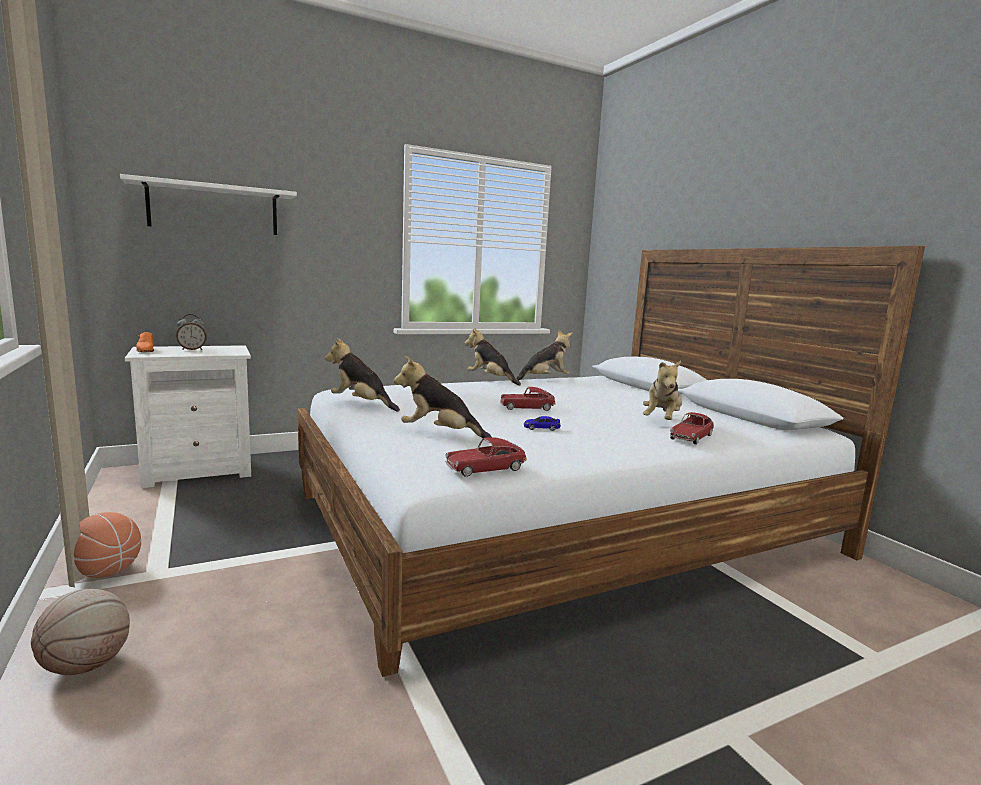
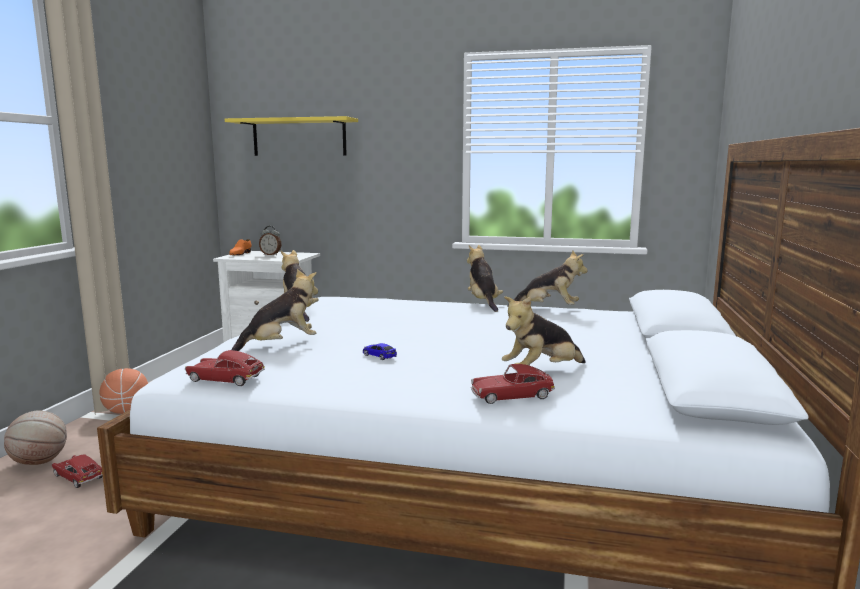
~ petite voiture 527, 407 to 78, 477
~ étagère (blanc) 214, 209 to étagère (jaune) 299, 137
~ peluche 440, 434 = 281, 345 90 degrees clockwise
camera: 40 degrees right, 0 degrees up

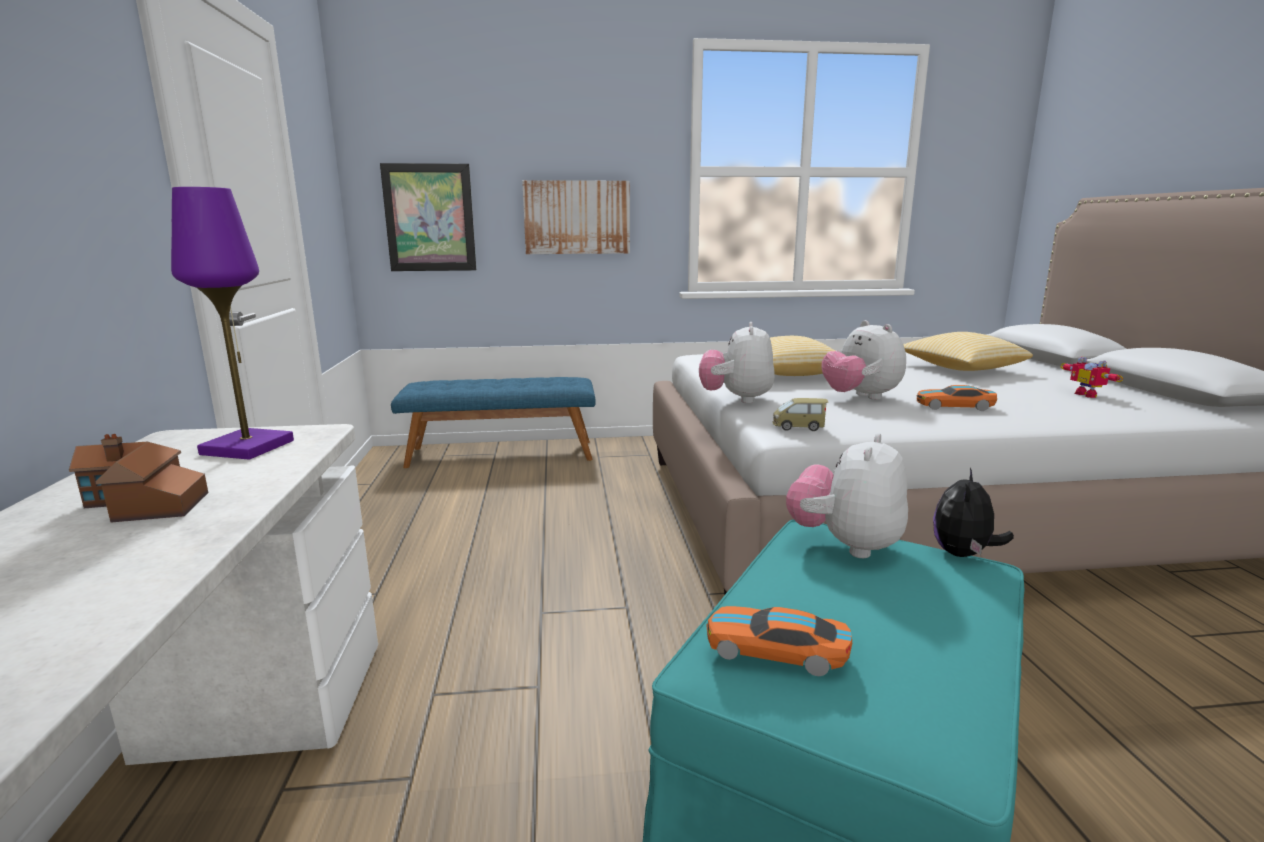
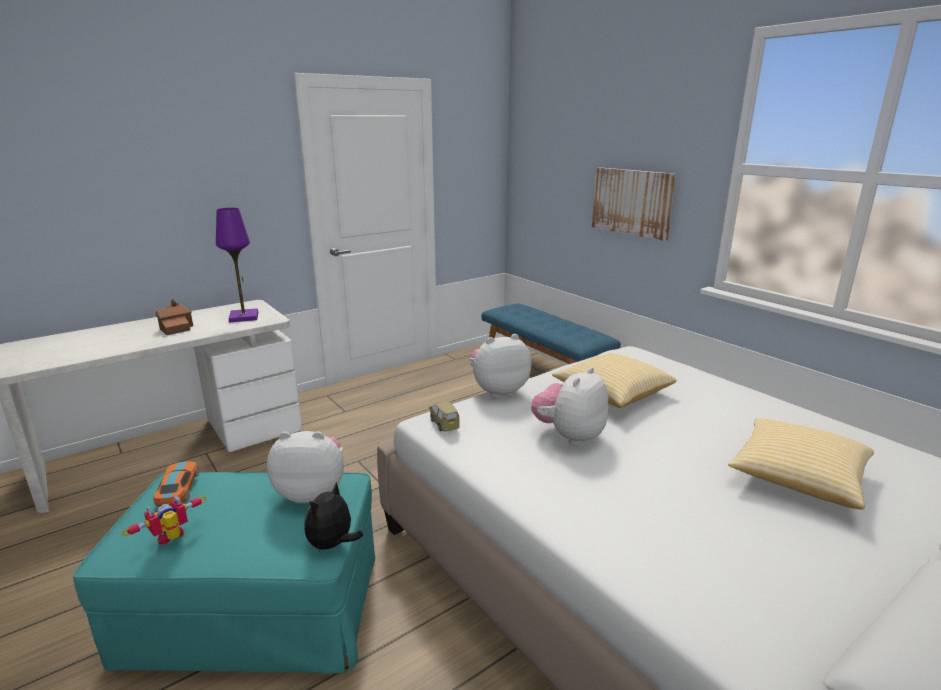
- tableau 429, 218
- petite voiture 954, 406
~ robot jouet 1088, 395 to 172, 539
~ peluche 963, 554 = 332, 545 60 degrees counterclockwise
camera: 60 degrees right, 5 degrees up

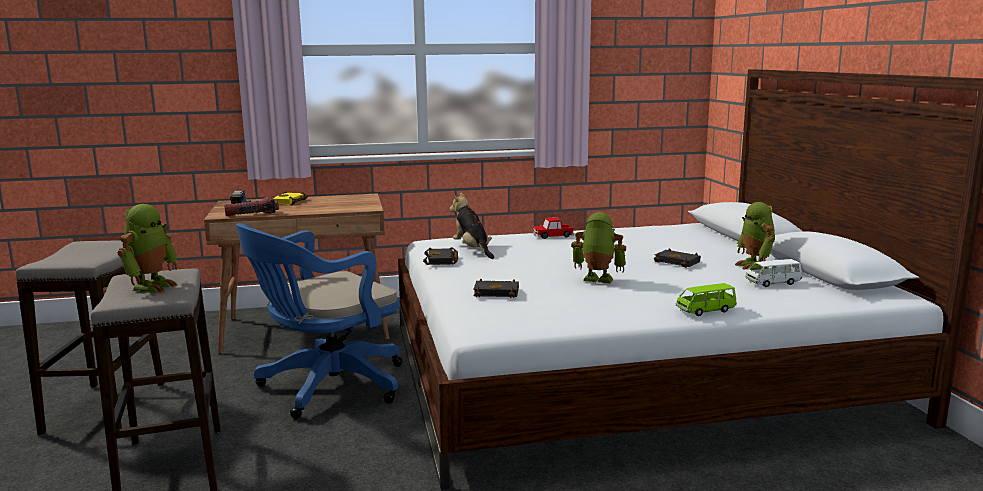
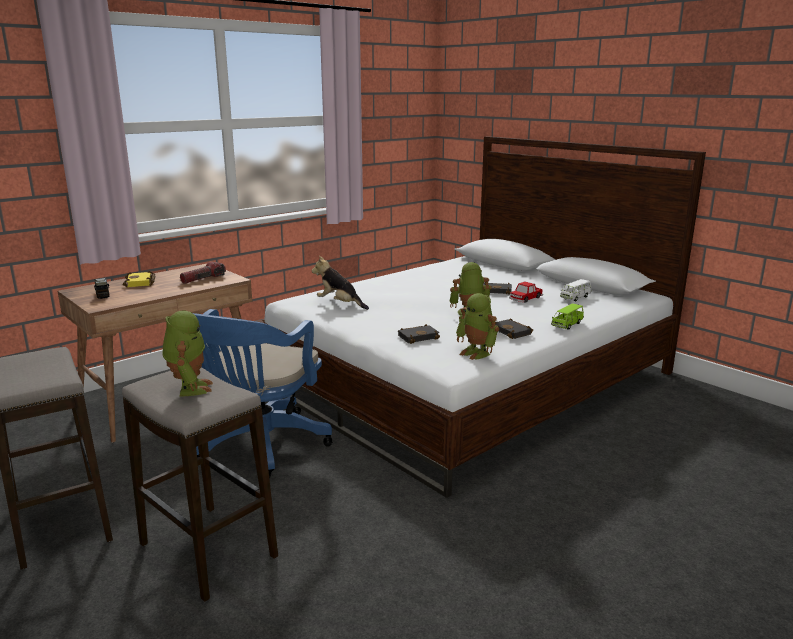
~ lampe de poche 252, 214 to 203, 279
~ livre (noir) 442, 260 to 512, 332
~ petite voiture 553, 236 to 525, 298
~ robot jouet 755, 266 to 477, 353
camera: 30 degrees left, 5 degrees up

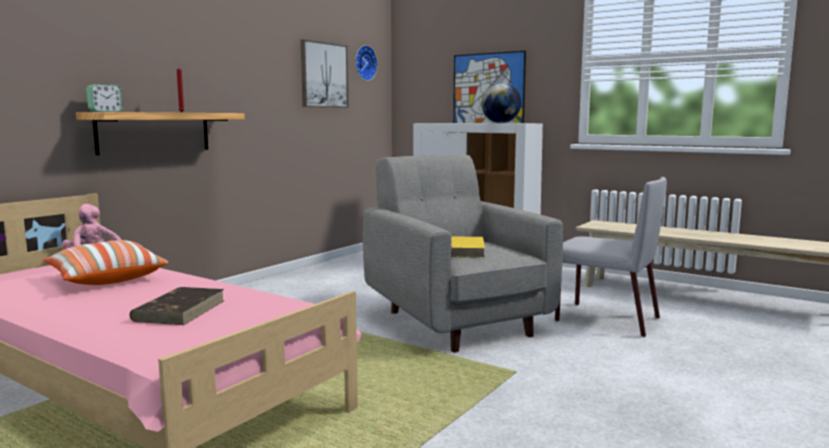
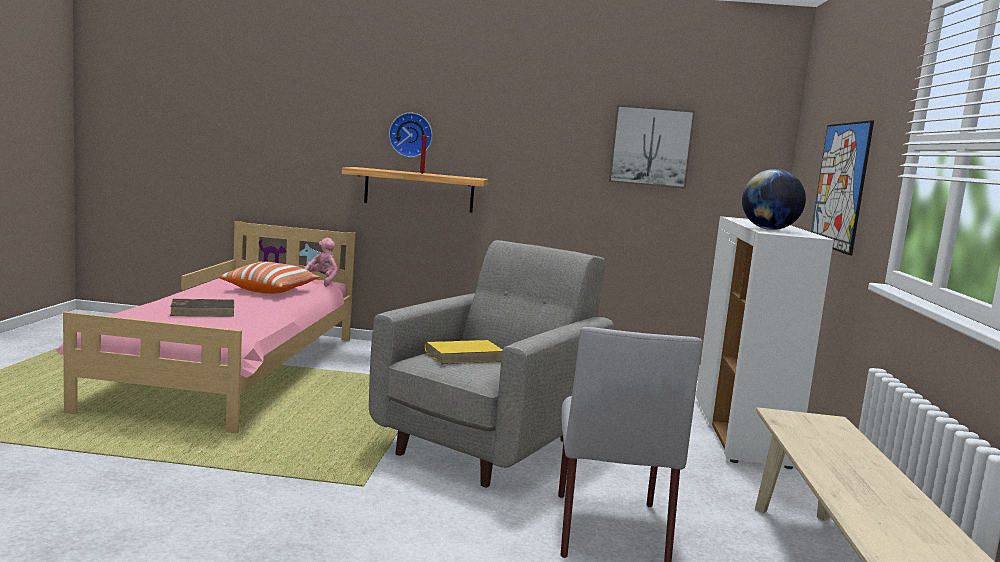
- réveil 105, 111
~ horloge murale 364, 63 to 411, 135
camera: 60 degrees right, 0 degrees up

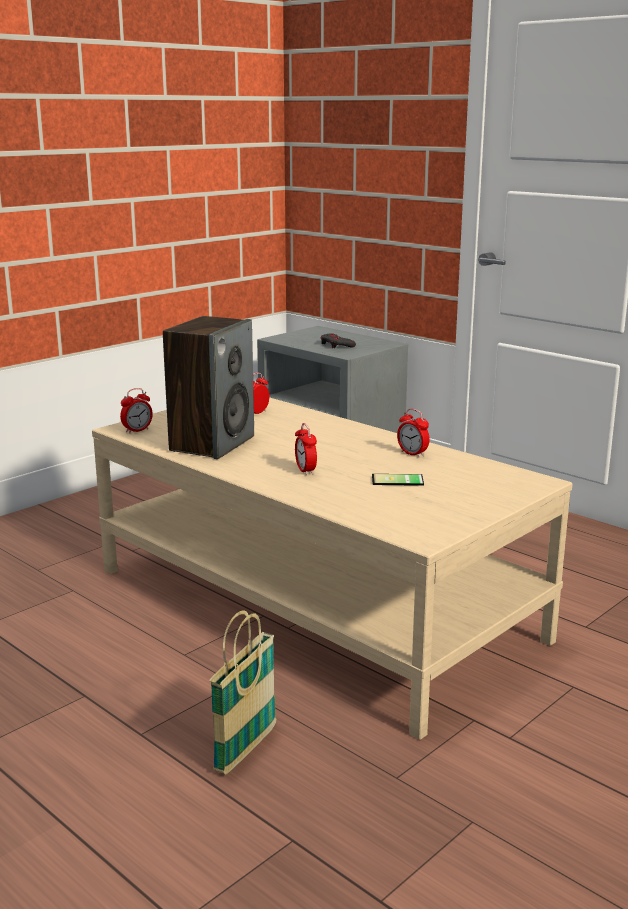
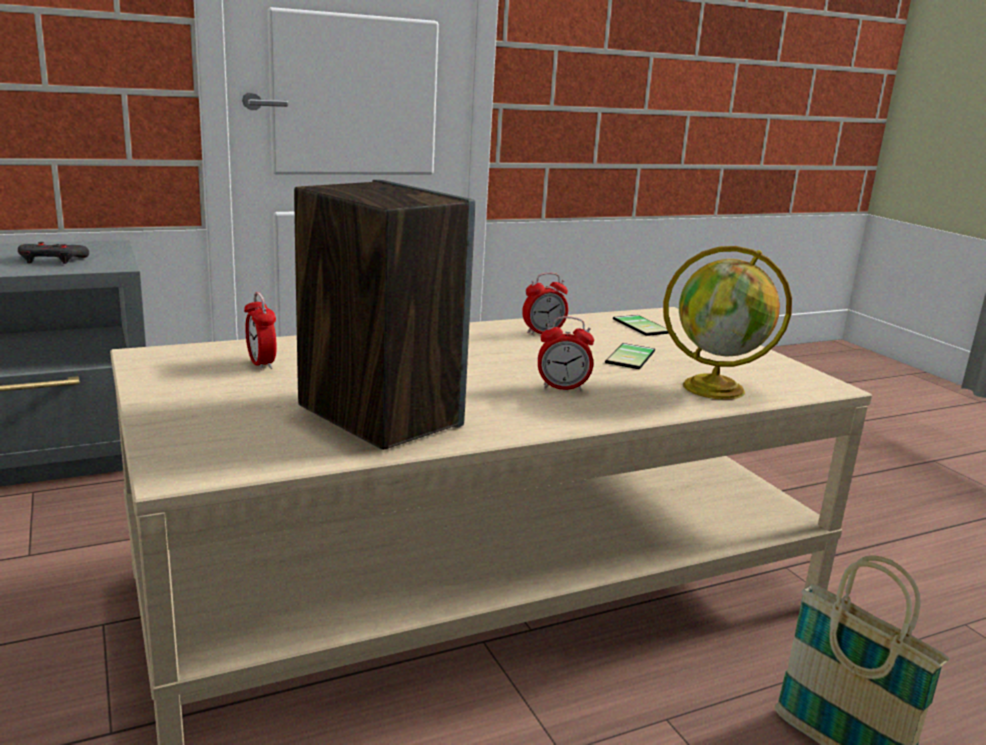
- réveil 137, 430
+ téléphone 644, 325
+ globe 715, 388
camera: 70 degrees left, 0 degrees up

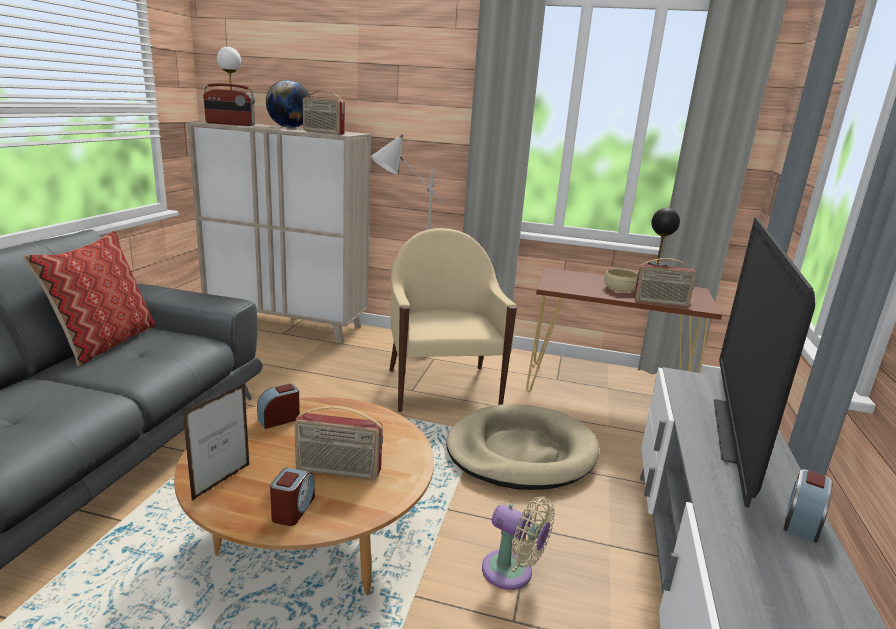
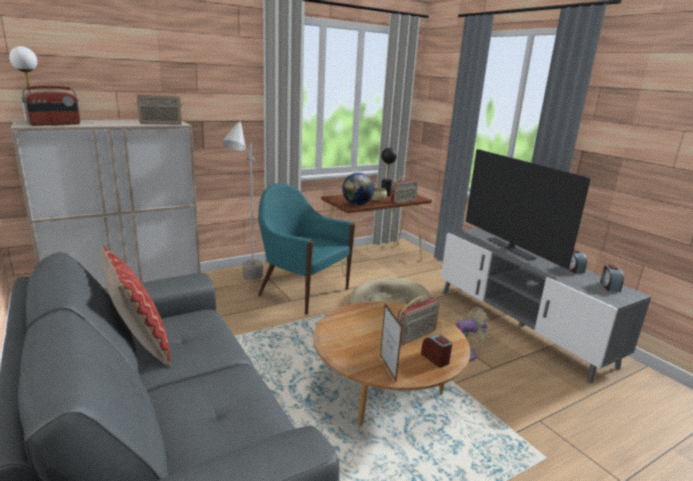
~ réveil 279, 419 to 609, 286
~ globe 289, 127 to 357, 204
~ fauteuil (beige) 442, 387 to fauteuil (turquoise) 302, 291
camera: 45 degrees left, 0 degrees up

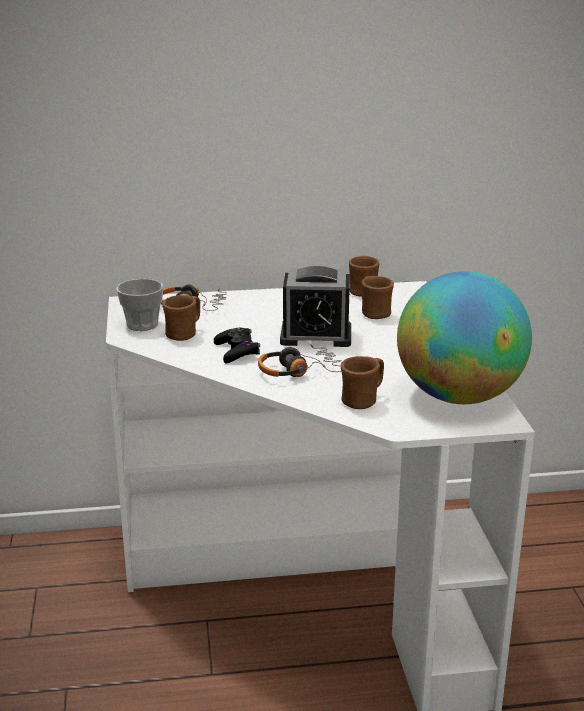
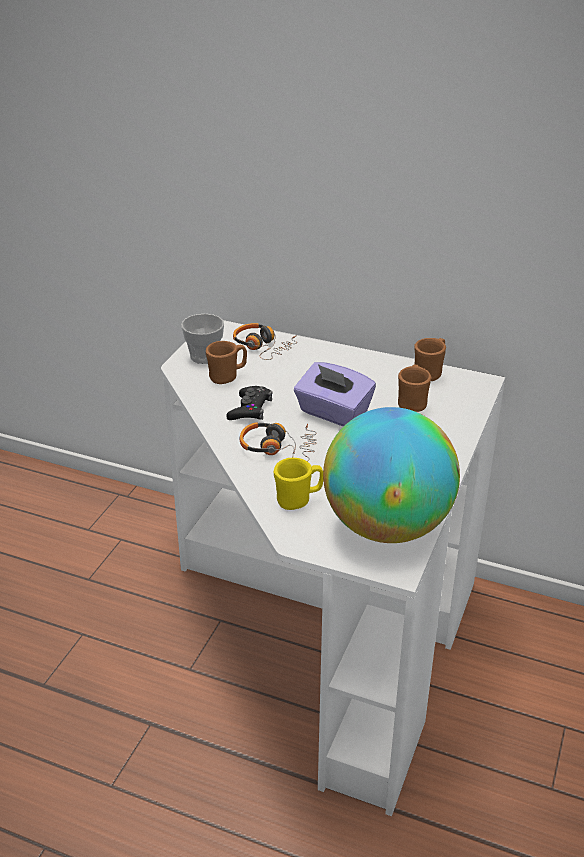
~ réveil 316, 335 to boîte à mouchoirs (violet) 333, 413
~ mug (marron) 363, 400 to mug (jaune) 298, 500
camera: 30 degrees right, 10 degrees up

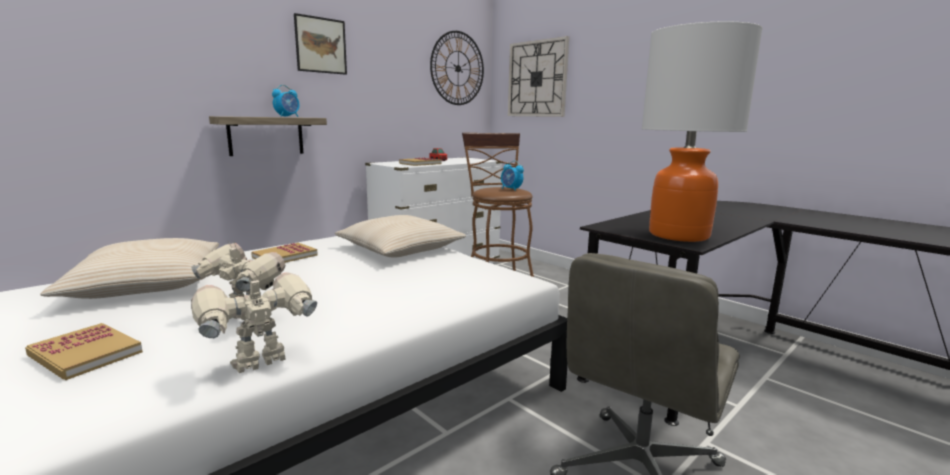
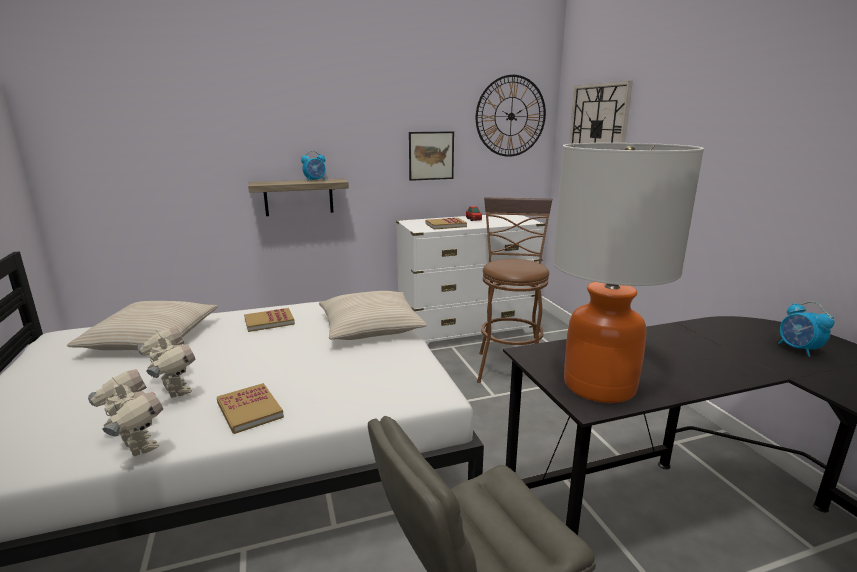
~ livre 85, 354 to 249, 410
~ tableau 321, 45 to 431, 155
~ réveil 511, 189 to 798, 349
~ robot jouet 261, 364 = 136, 447 60 degrees clockwise
camera: 25 degrees right, 5 degrees up

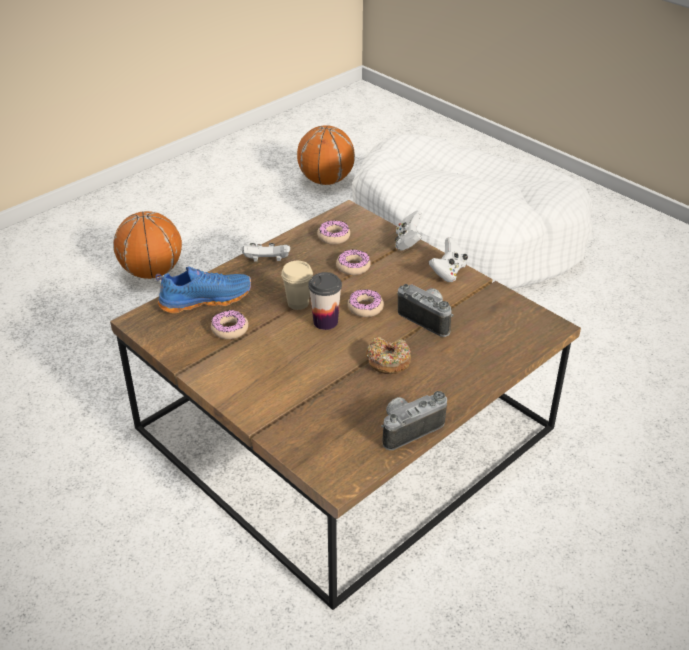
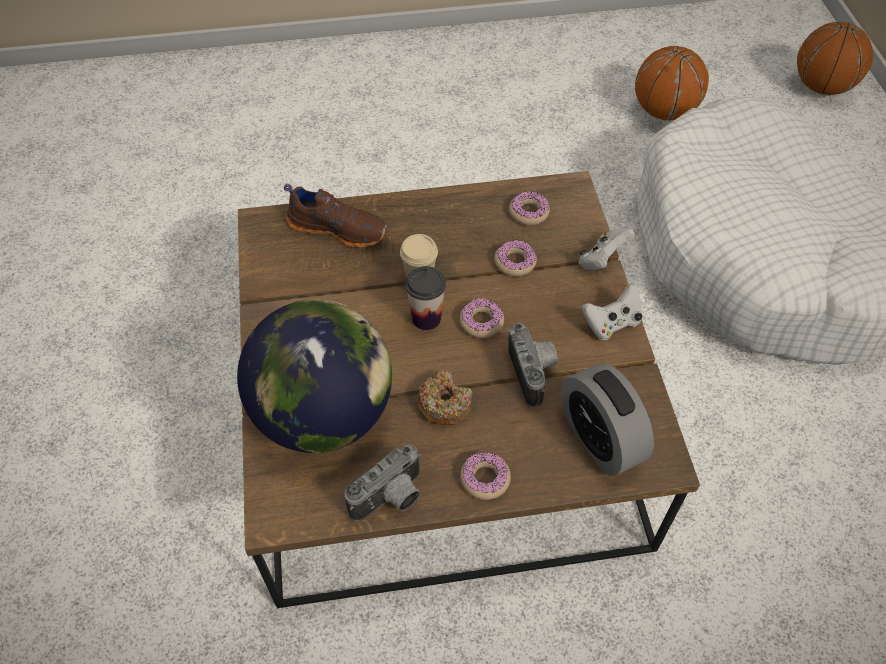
- manette (blanc) 267, 262
+ globe 323, 414
+ réveil 599, 439
~ ballon de basket 152, 272 to 822, 87
~ beignet 230, 329 to 485, 479
~ chaussure (bleu) 205, 299 to chaussure (marron) 338, 228
~ appareil photo 408, 428 = 391, 499 135 degrees clockwise
camera: 35 degrees right, 15 degrees up

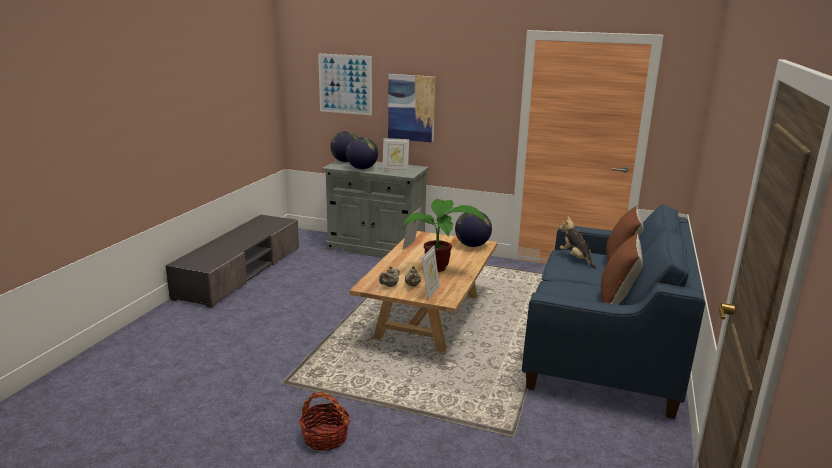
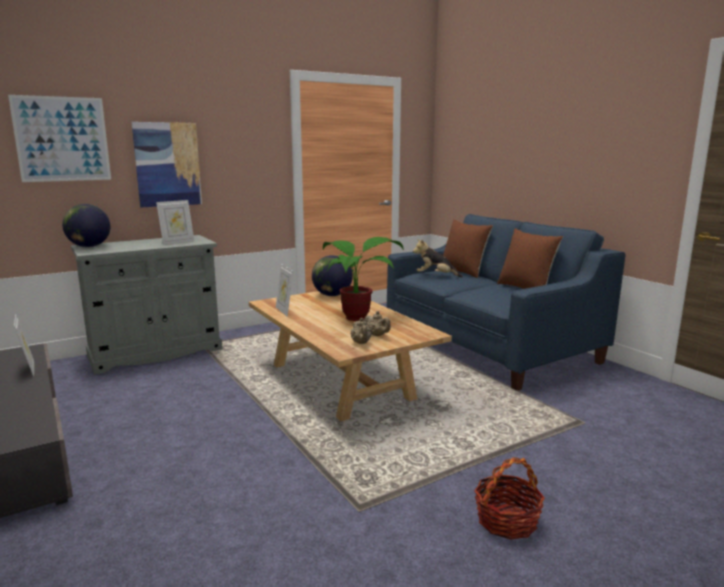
- globe 362, 168
~ cadre photo 430, 292 to 28, 370
camera: 50 degrees left, 5 degrees down

